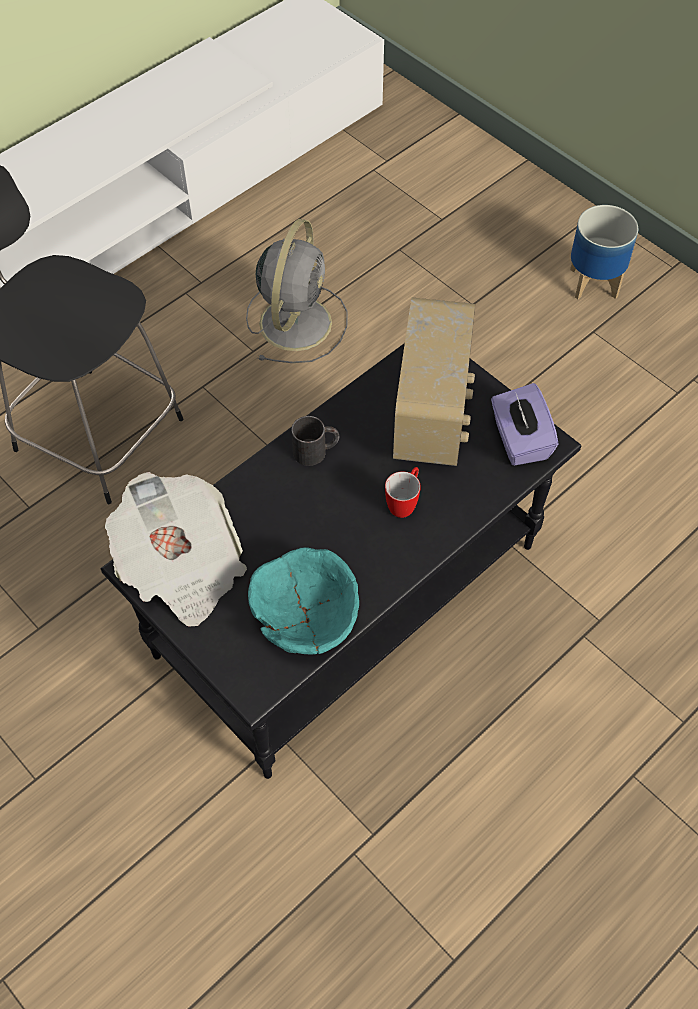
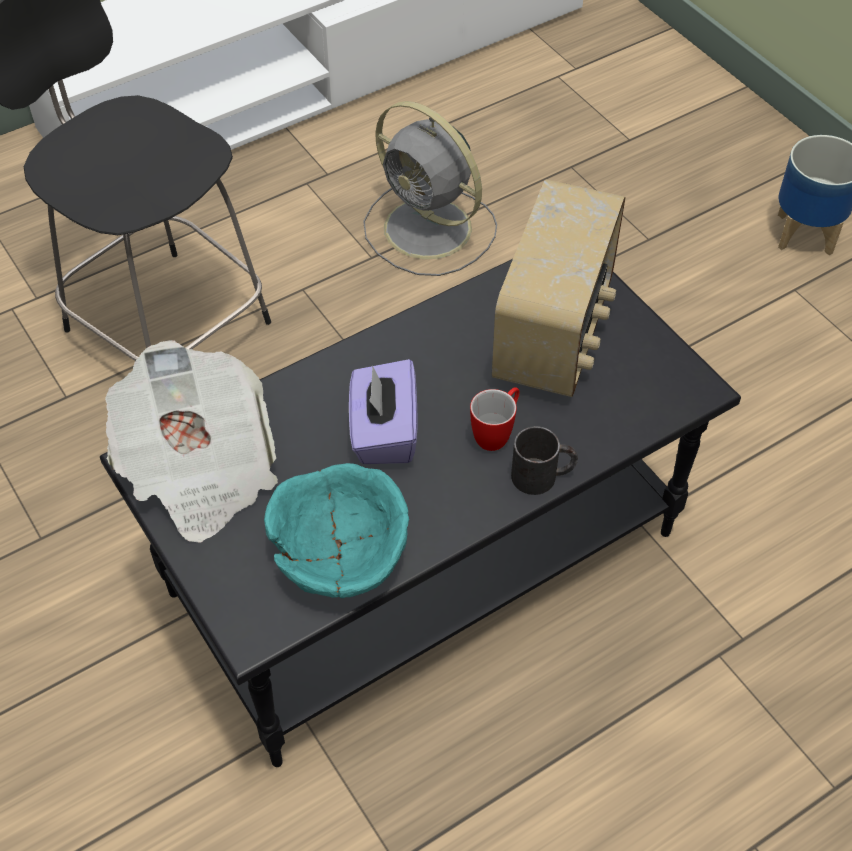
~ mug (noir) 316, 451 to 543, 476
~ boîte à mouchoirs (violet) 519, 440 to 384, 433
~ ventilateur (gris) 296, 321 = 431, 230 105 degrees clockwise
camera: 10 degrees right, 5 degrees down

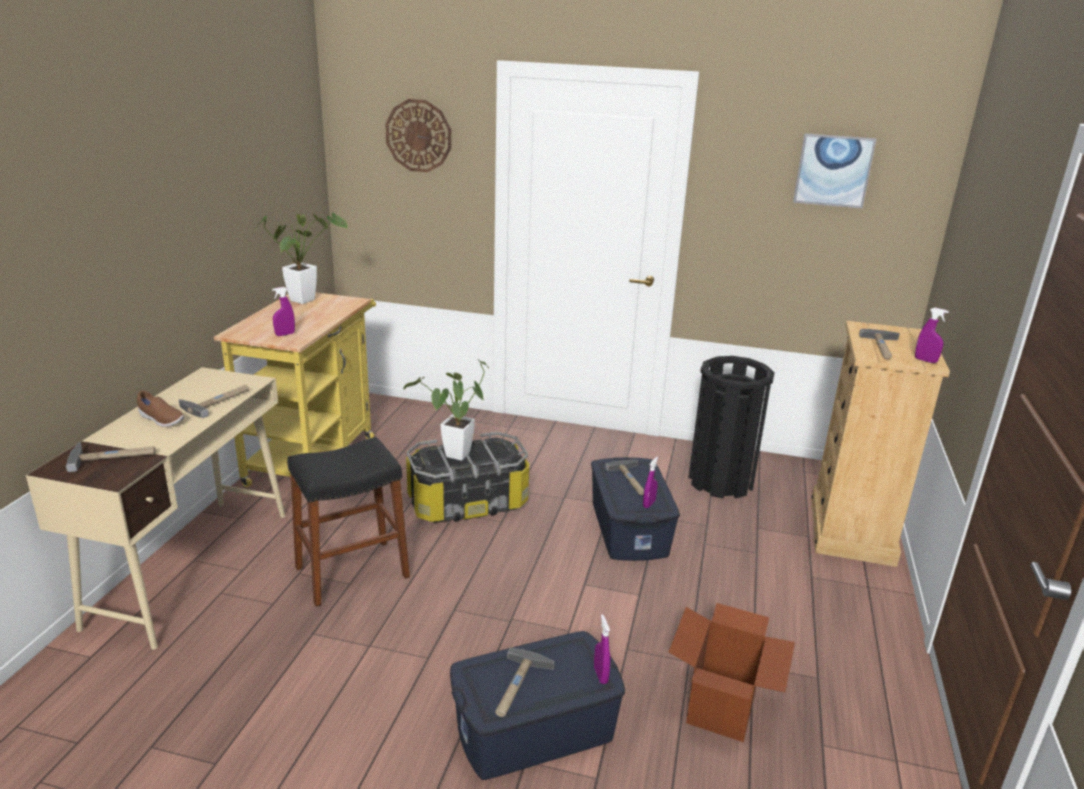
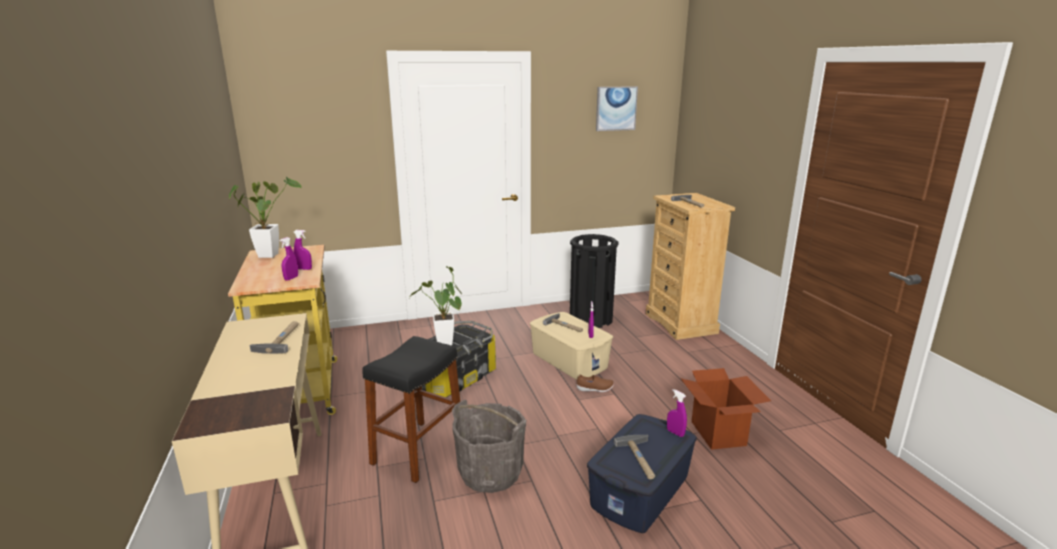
- marteau 113, 457
- horloge murale 418, 136
+ seau (gris) 490, 472
~ chaussure (marron) 161, 420 to 595, 389
~ vaporisateur (violet) 925, 360 to 304, 269
~ boîte de rangement (bleu) 629, 528 to boîte de rangement (beige) 569, 360
camera: 30 degrees left, 5 degrees down

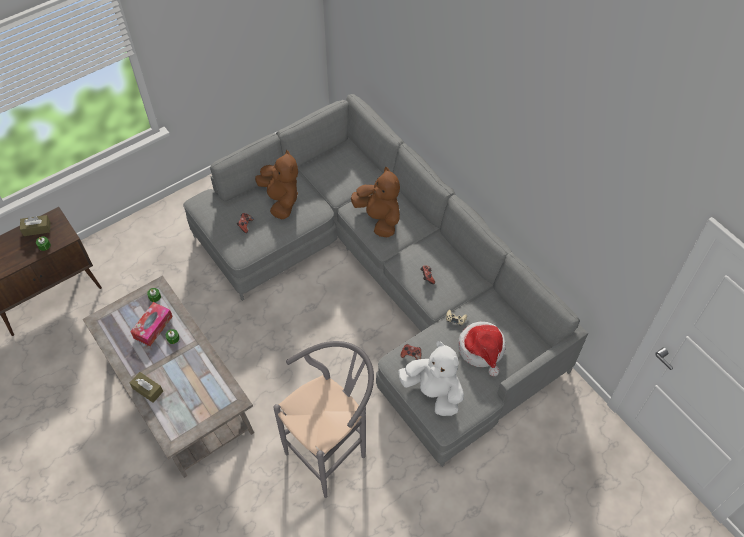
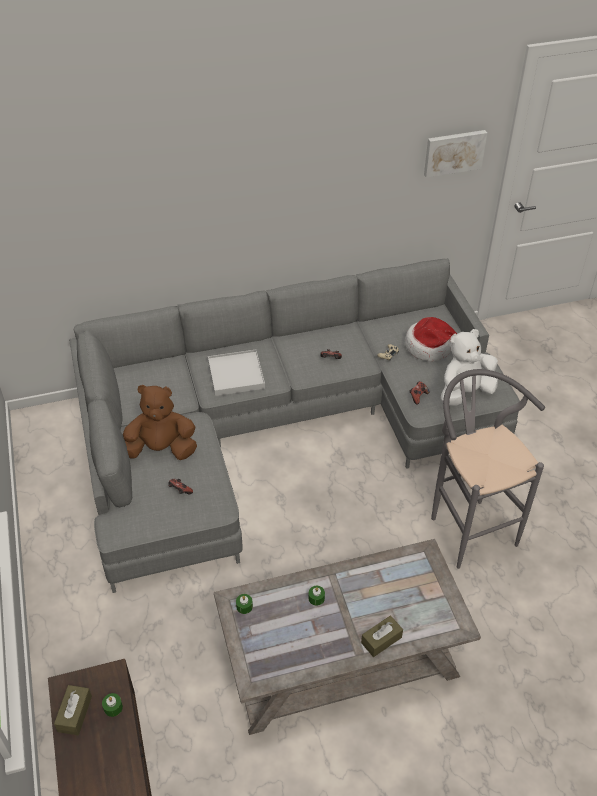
- boîte à mouchoirs 153, 327
+ tableau 454, 152
~ peluche (marron) 379, 218 to plateau (blanc) 236, 375
camera: 70 degrees left, 10 degrees down

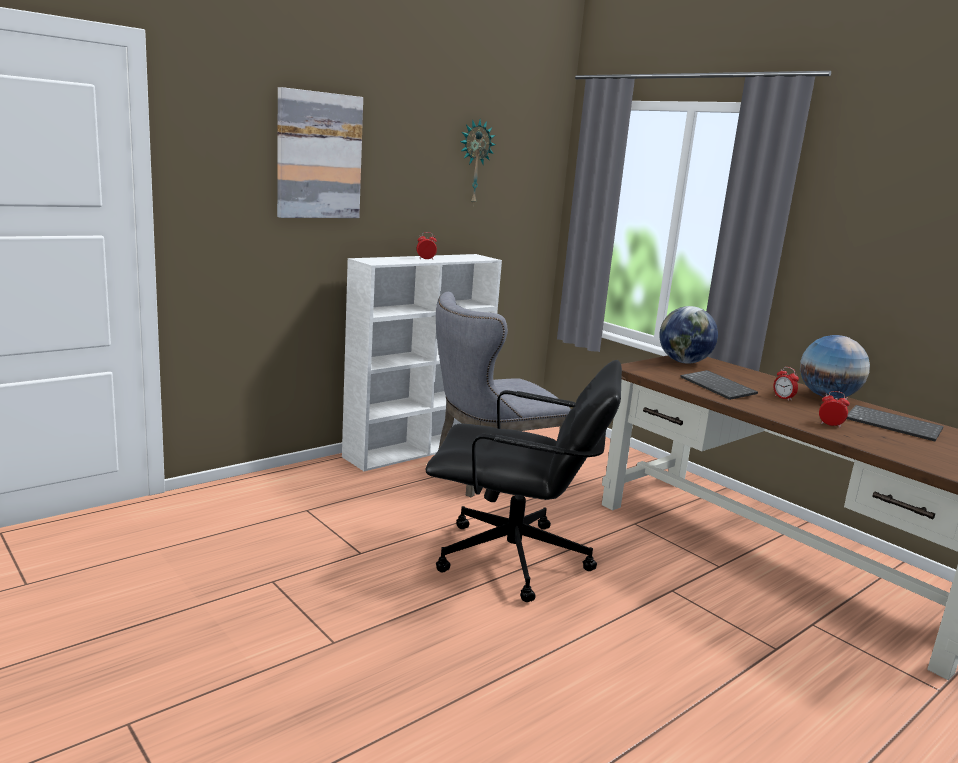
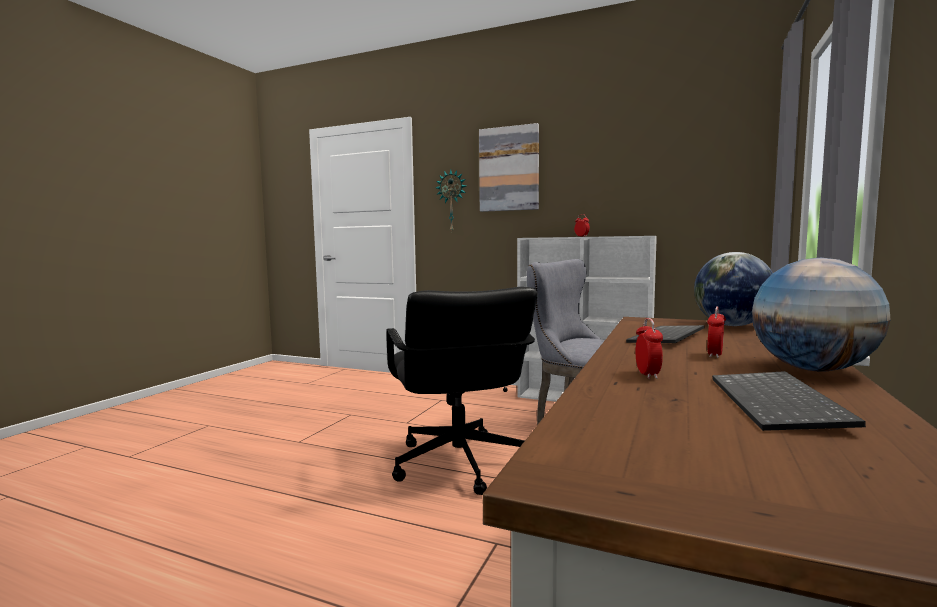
~ horloge murale 474, 162 to 452, 201
camera: 65 degrees right, 10 degrees down

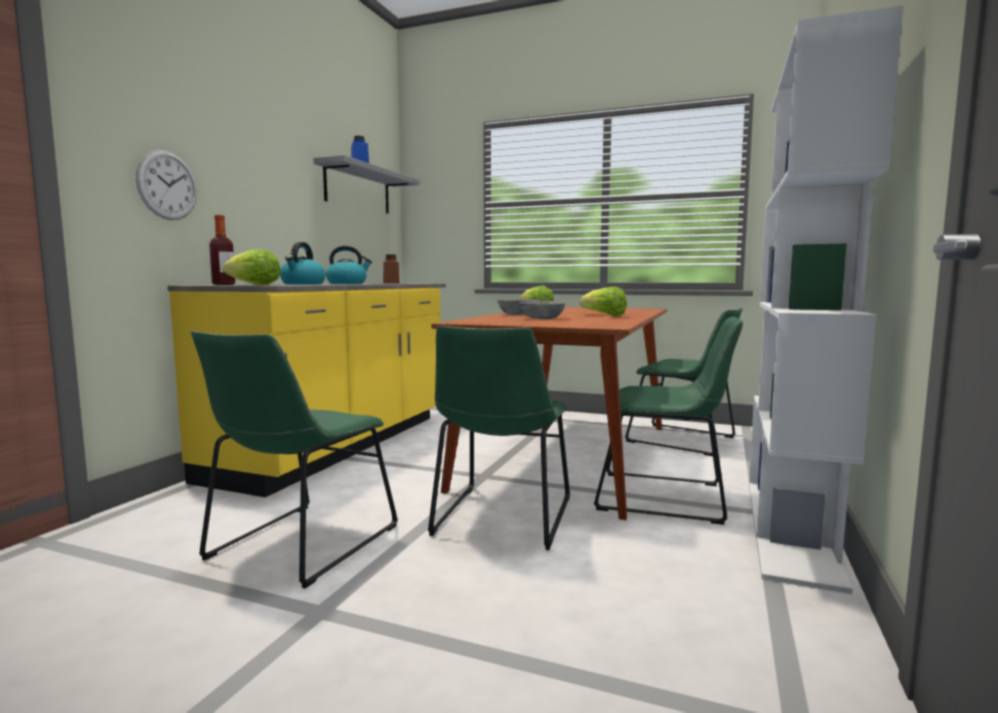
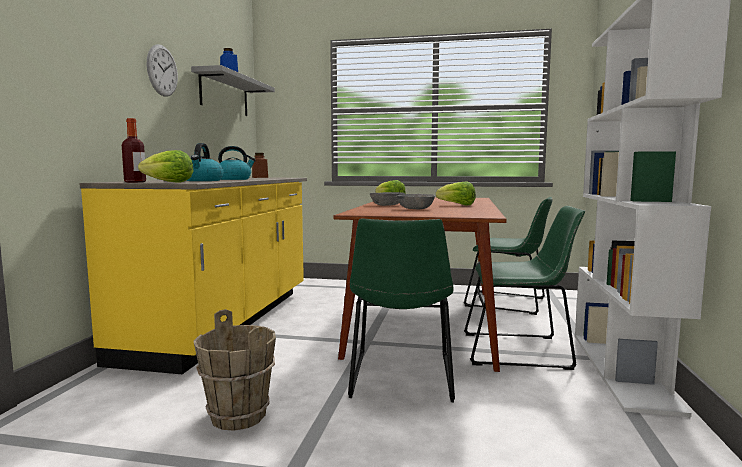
~ horloge murale 167, 185 to 162, 70
~ chaise (vert) 298, 545 to seau (marron) 238, 416
camera: 10 degrees left, 0 degrees up

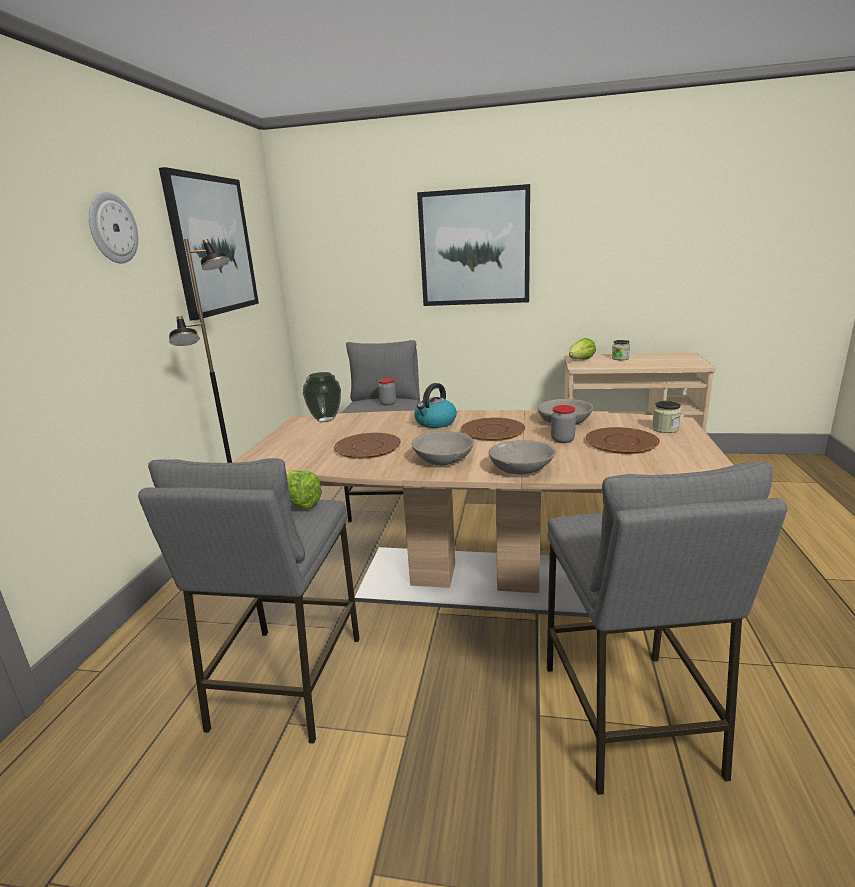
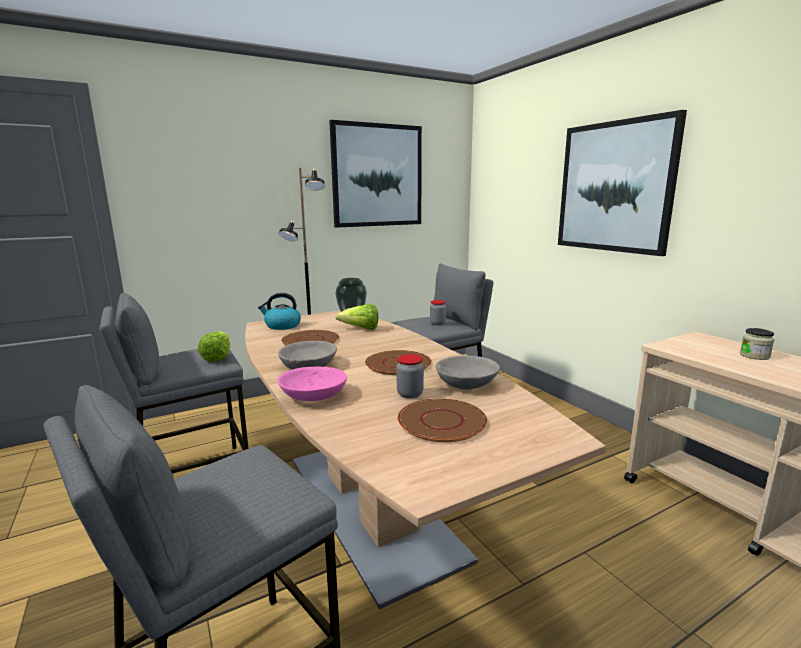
- horloge murale 112, 228
- bocal 665, 429
~ bouilloire 435, 423 to 282, 326
~ laitue 580, 361 to 361, 329
~ bol (gris) 521, 469 to bol (rose) 313, 395
camera: 50 degrees right, 5 degrees down

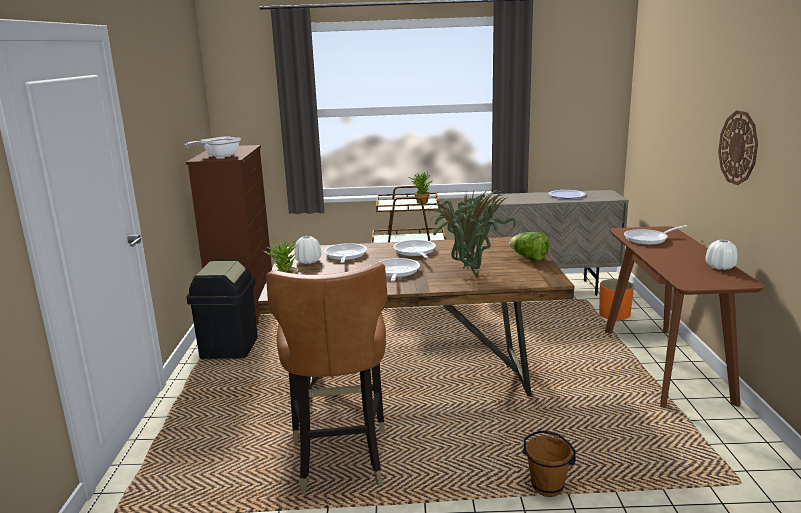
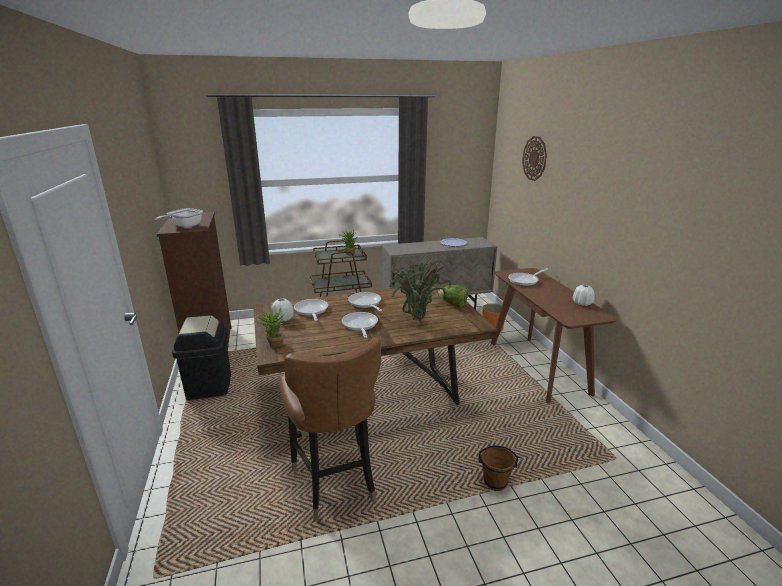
~ horloge murale 738, 147 to 534, 158
camera: 15 degrees left, 5 degrees up

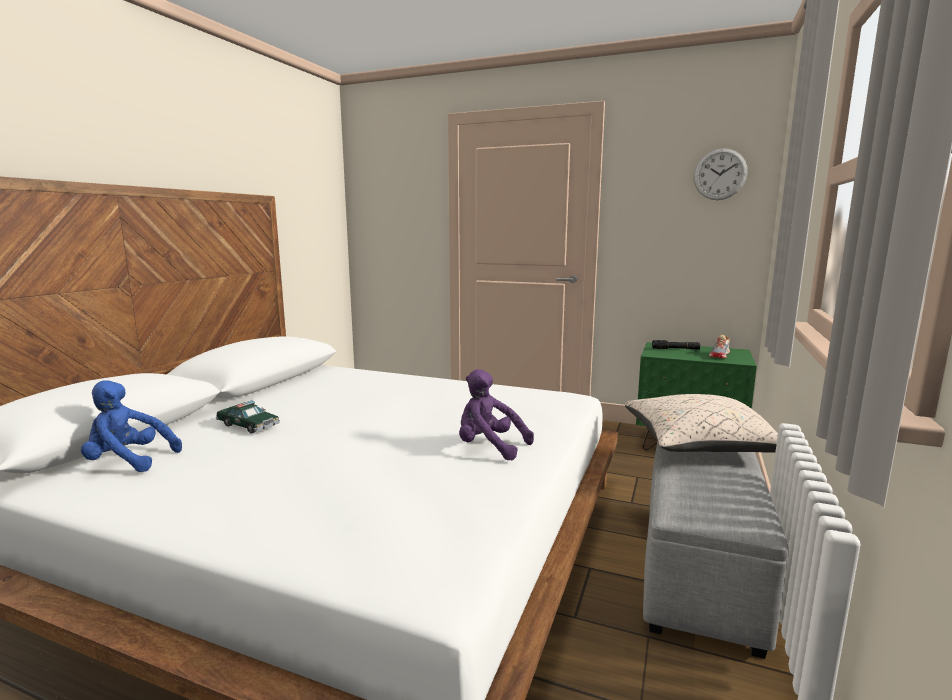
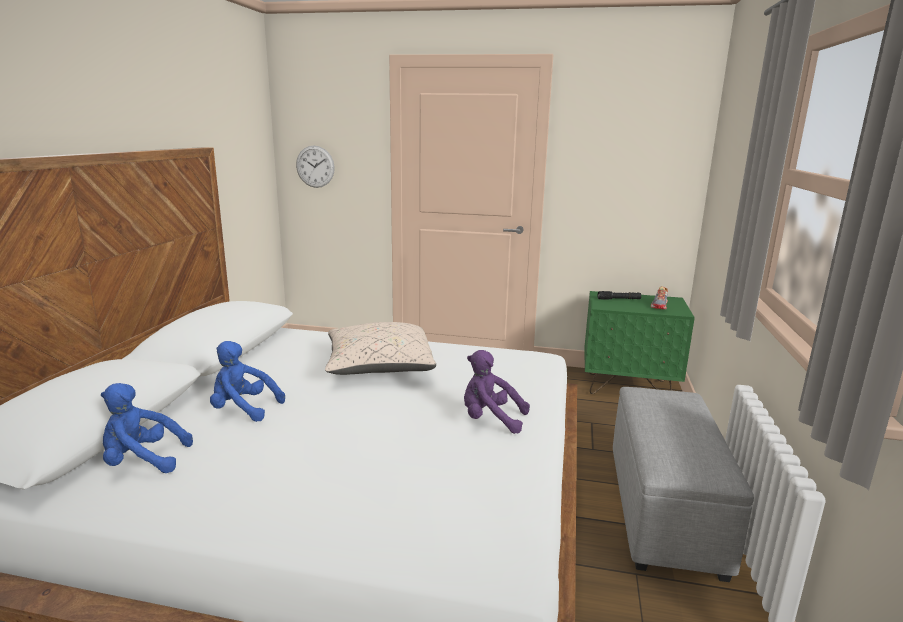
~ coussin (beige) 696, 446 to 379, 367
~ horloge murale 720, 174 to 315, 166
~ petite voiture 248, 425 to peluche (bleu) 243, 409
camera: 10 degrees left, 5 degrees up

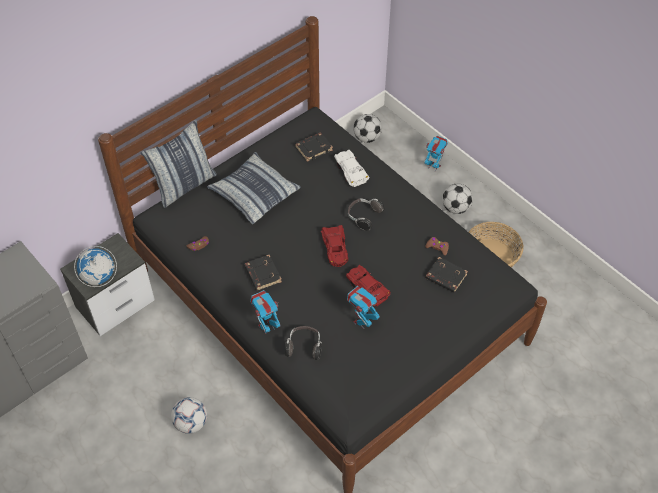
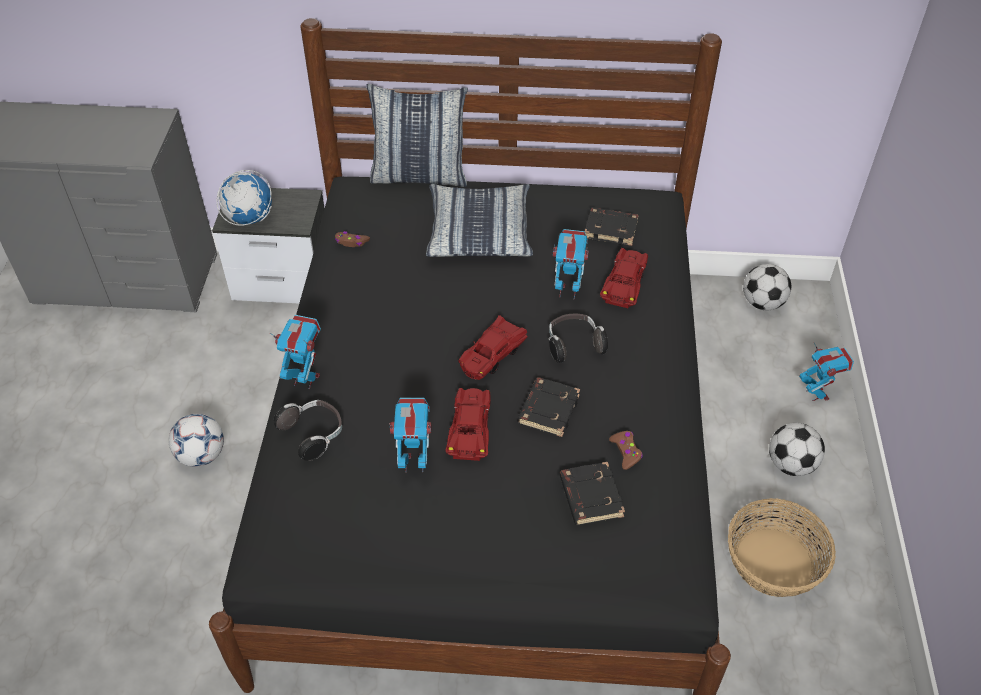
+ robot jouet 567, 291
~ livre (noir) 262, 274 to 548, 409
~ petite voiture (blanc) 350, 171 to petite voiture (rouge) 625, 283
camera: 45 degrees right, 5 degrees down

